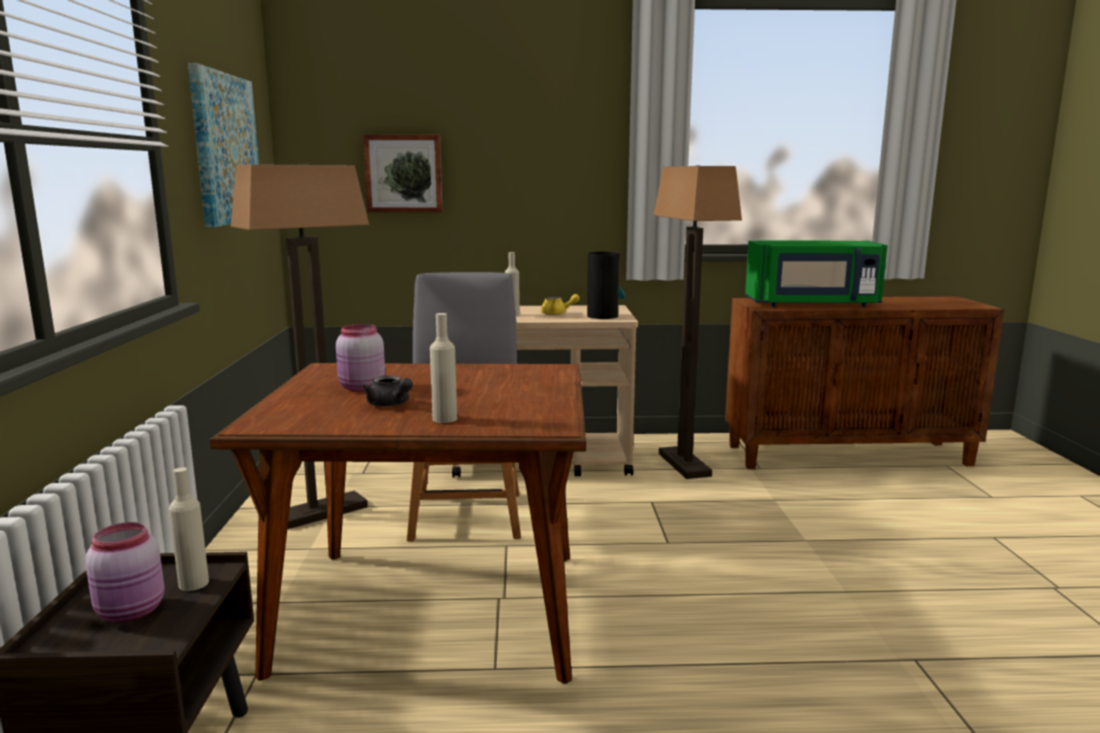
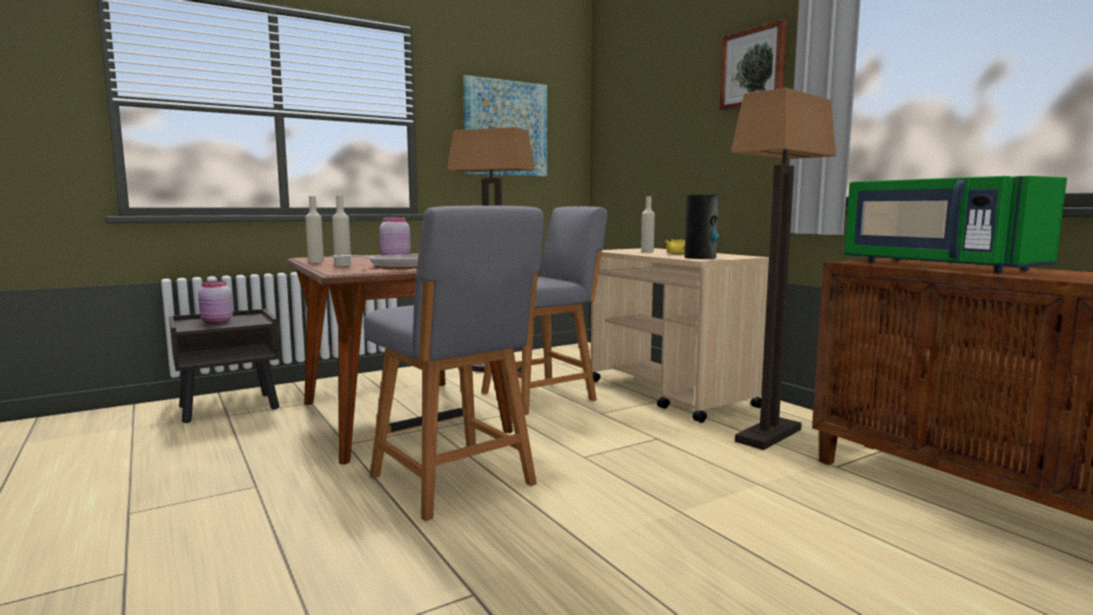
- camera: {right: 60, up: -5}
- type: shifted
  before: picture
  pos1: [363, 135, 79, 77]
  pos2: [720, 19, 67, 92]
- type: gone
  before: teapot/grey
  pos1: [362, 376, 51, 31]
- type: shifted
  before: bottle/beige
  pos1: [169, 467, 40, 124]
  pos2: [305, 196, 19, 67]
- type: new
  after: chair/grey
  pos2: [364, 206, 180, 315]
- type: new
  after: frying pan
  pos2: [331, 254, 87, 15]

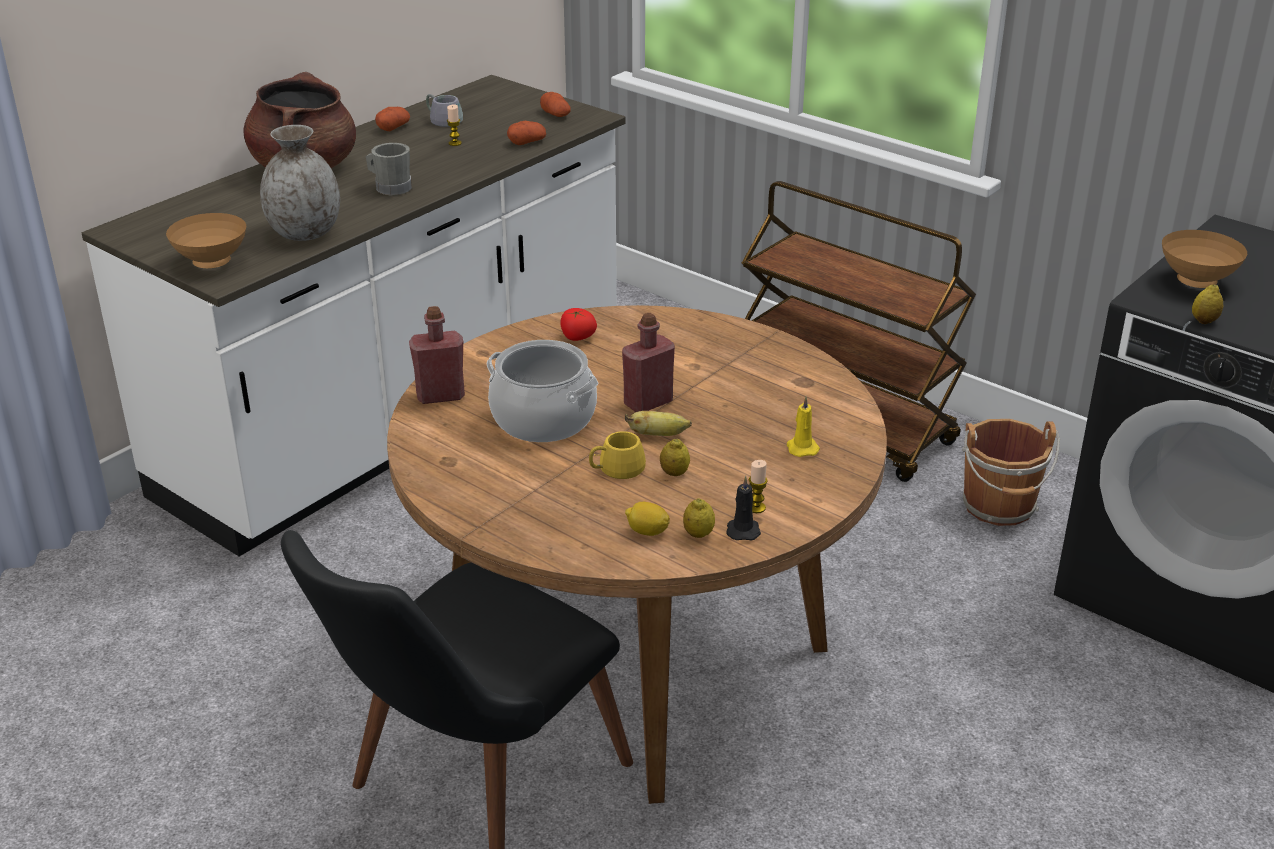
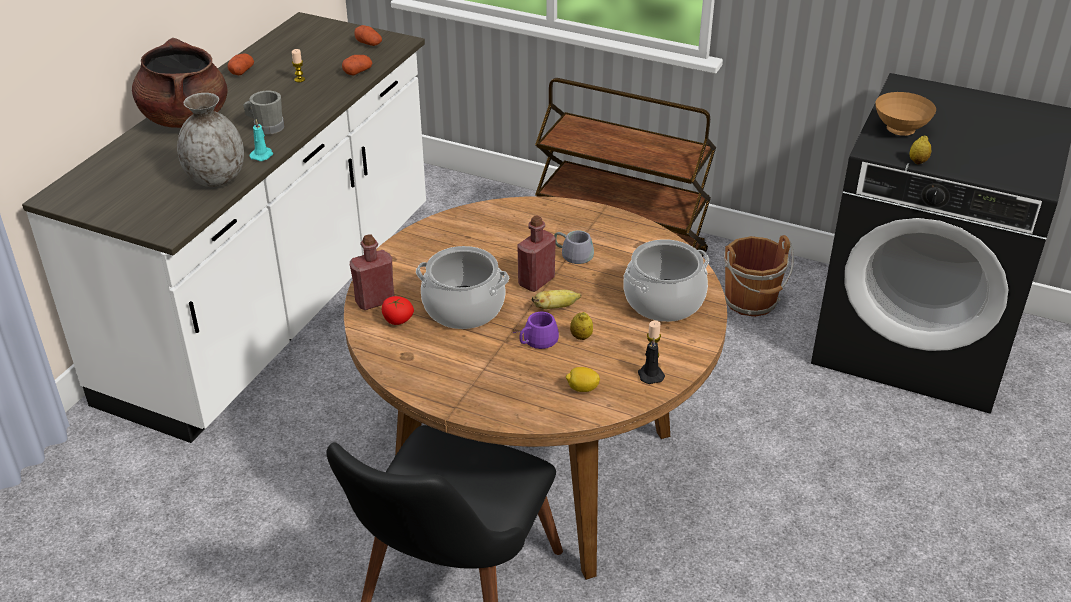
- camera: {right: -15, up: 5}
- type: shifted
  before: mug/grey
  pos1: [426, 94, 37, 33]
  pos2: [554, 230, 40, 34]
- type: gone
  before: bowl/brown
  pos1: [166, 213, 80, 55]
- type: shifted
  before: tomato
  pos1: [560, 308, 37, 33]
  pos2: [382, 296, 32, 29]
- type: swapped
  before: candle/yellow
  after: cooking pot
  pos1: [787, 396, 33, 61]
  pos2: [623, 239, 86, 83]
- type: repainted
  before: mug/yellow
  after: mug/purple
  pos1: [589, 431, 57, 48]
  pos2: [514, 312, 45, 37]
- type: gone
  before: lemon
  pos1: [683, 498, 32, 40]
- type: new
  after: candle/turquoise
  pos2: [250, 119, 23, 42]

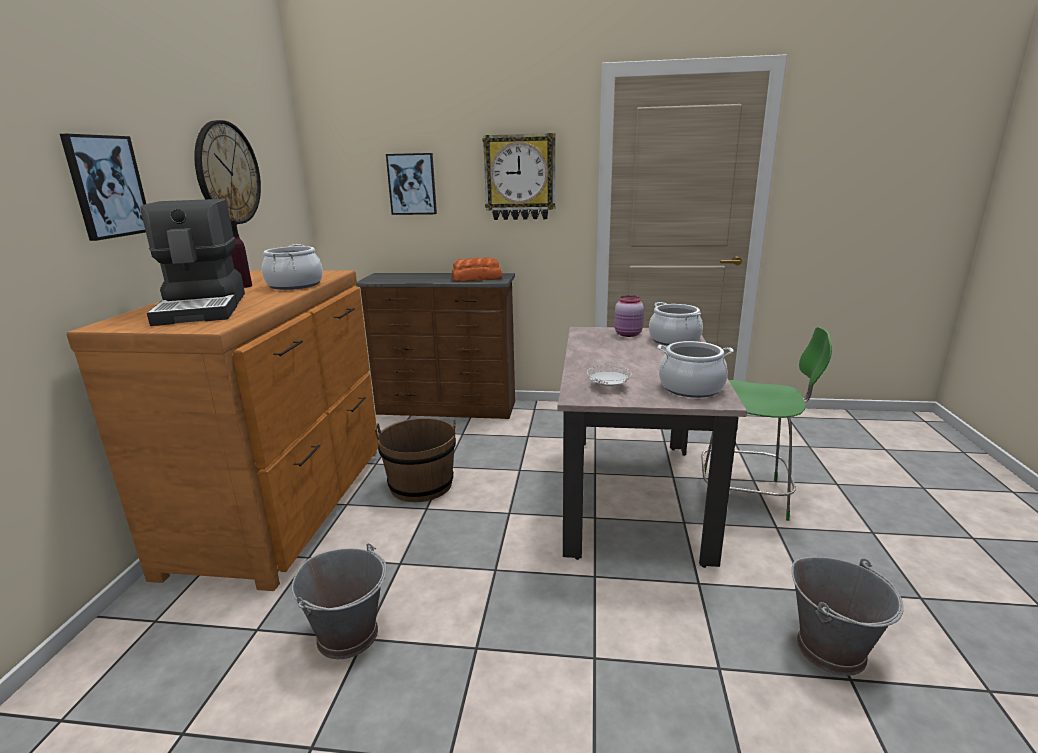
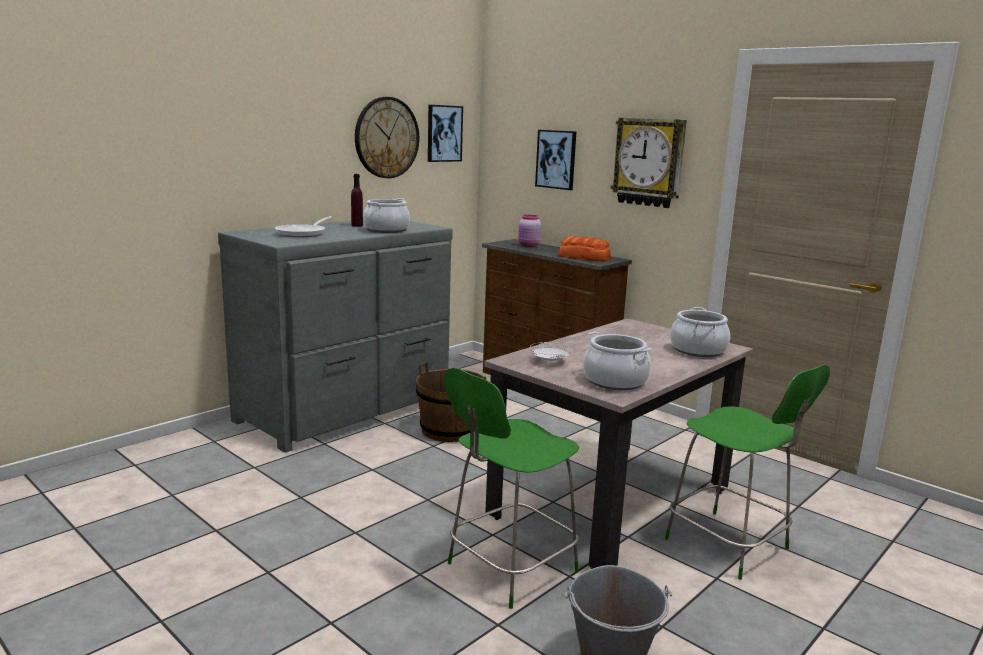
- camera: {right: 35, up: -5}
- type: shifted
  before: picture
  pos1: [60, 134, 86, 107]
  pos2: [428, 105, 35, 57]
- type: swapped
  before: coffee machine
  after: frying pan
  pos1: [140, 199, 105, 127]
  pos2: [275, 216, 57, 21]
- type: repainted
  before: dresser/brown
  after: dresser/grey
  pos1: [66, 271, 312, 320]
  pos2: [218, 221, 235, 232]
- type: shifted
  before: jar/pink
  pos1: [614, 295, 30, 42]
  pos2: [518, 215, 23, 32]
- type: gone
  before: bucket/grey
  pos1: [292, 543, 95, 116]
- type: new
  after: chair/green
  pos2: [444, 368, 135, 241]

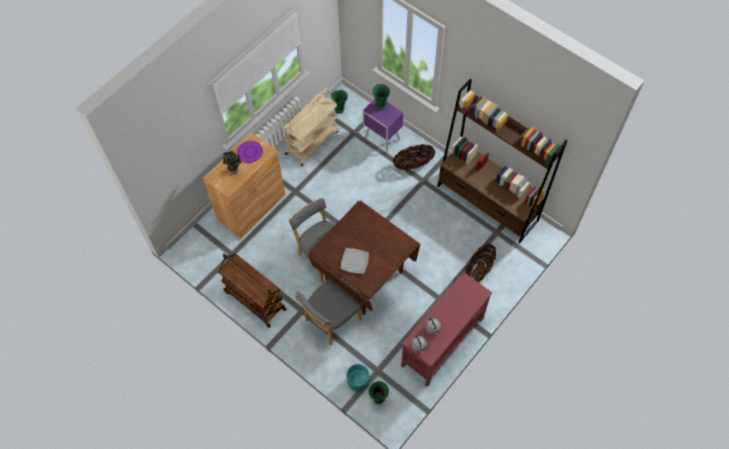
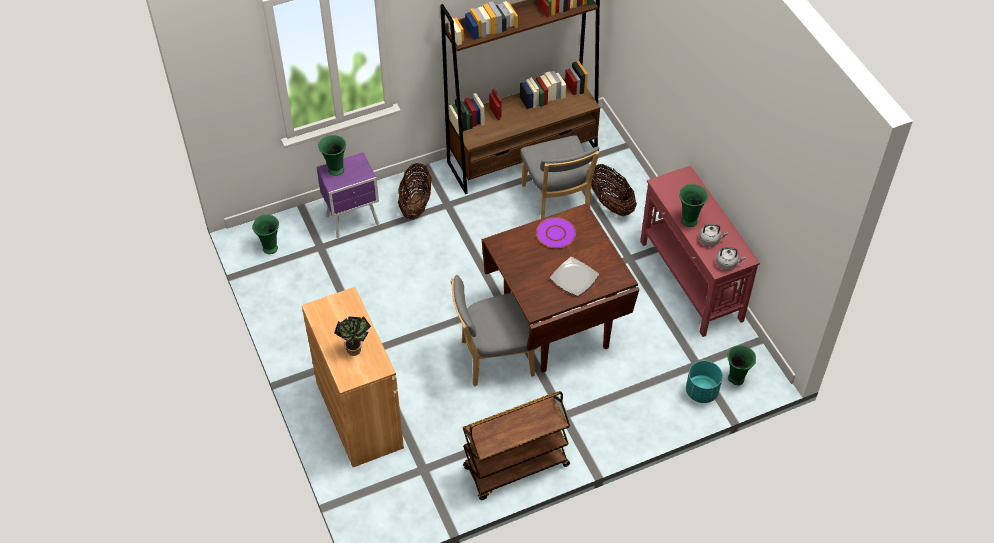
- camera: {right: -65, up: -10}
- type: gone
  before: cart/beige
  pos1: [282, 88, 57, 78]
- type: shifted
  before: plate/purple
  pos1: [237, 141, 26, 22]
  pos2: [536, 217, 40, 31]
- type: shifted
  before: chair/grey
  pos1: [295, 278, 67, 68]
  pos2: [520, 135, 79, 84]
- type: new
  after: vase/green
  pos2: [680, 184, 28, 43]

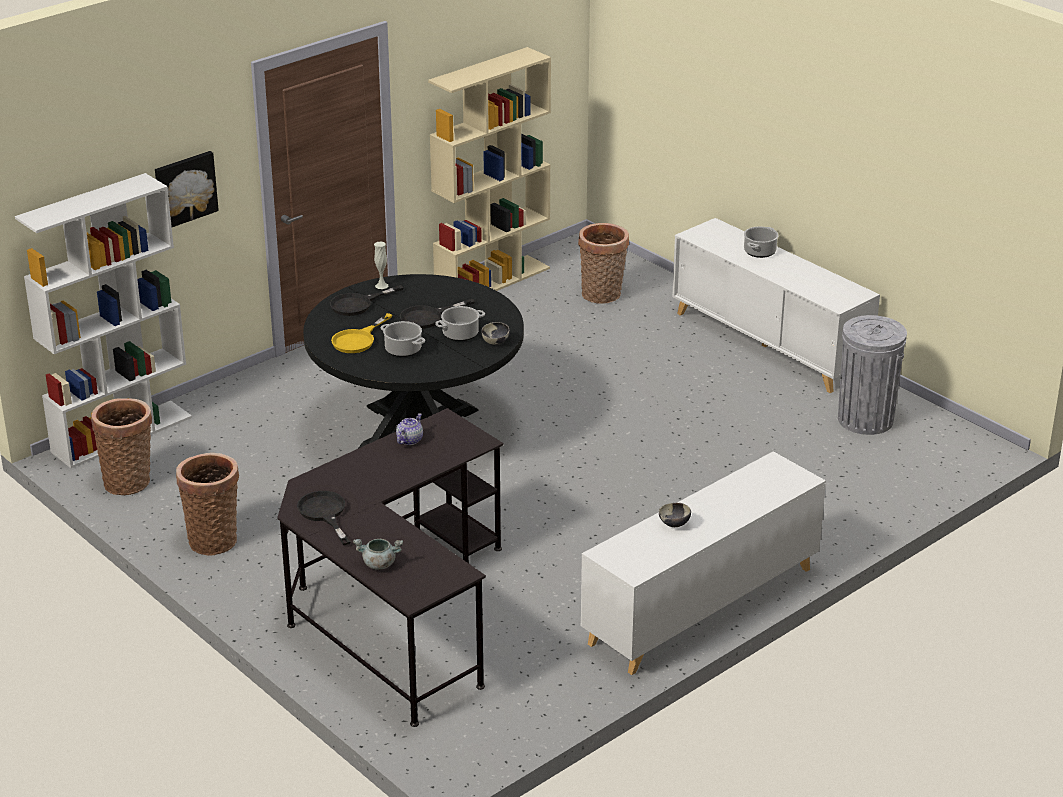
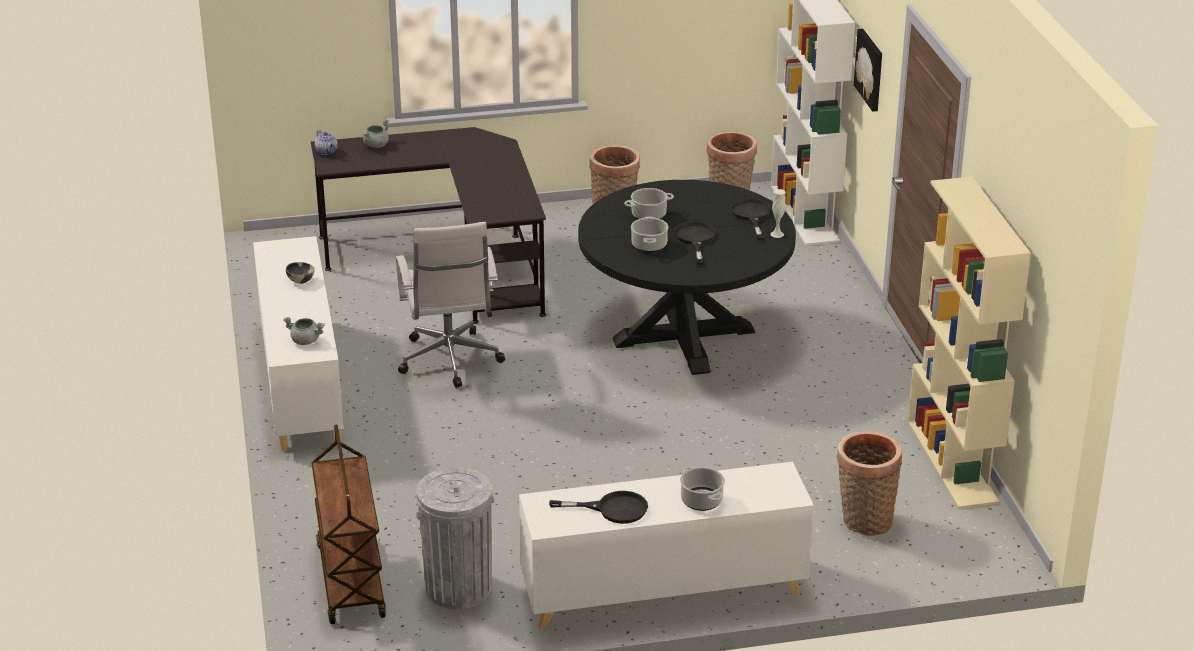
- camera: {right: 120, up: 0}
- type: gone
  before: frying pan/yellow
  pos1: [331, 313, 61, 40]
- type: gone
  before: bowl
  pos1: [481, 322, 29, 23]
- type: shifted
  before: teapot
  pos1: [396, 413, 27, 32]
  pos2: [315, 130, 23, 25]
- type: shifted
  before: frying pan/black
  pos1: [297, 491, 54, 54]
  pos2: [549, 491, 99, 33]
- type: new
  after: office chair/white
  pos2: [396, 222, 109, 166]
- type: new
  after: cooking pot/grey
  pos2: [283, 317, 42, 28]
- type: new
  after: cart/brown
  pos2: [311, 425, 75, 199]

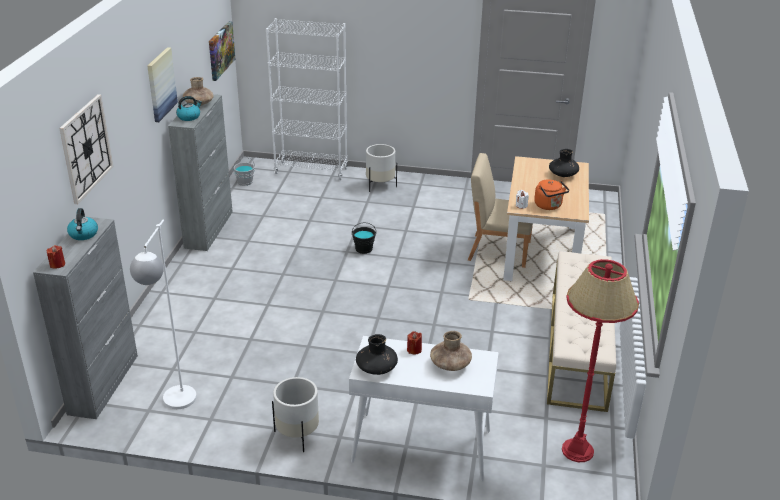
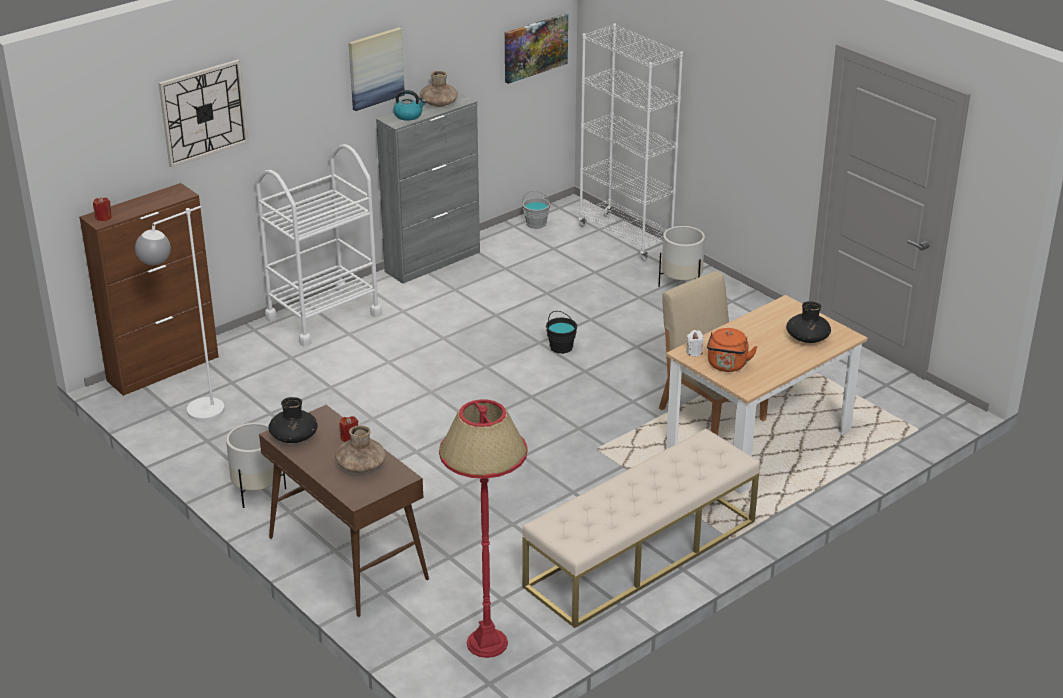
- camera: {right: 40, up: 0}
- type: gone
  before: kettle
  pos1: [67, 208, 31, 32]
- type: repainted
  before: cabinet/grey
  after: cabinet/brown
  pos1: [33, 217, 105, 202]
  pos2: [79, 183, 140, 213]
- type: repainted
  before: console table/white
  after: console table/brown
  pos1: [349, 336, 150, 145]
  pos2: [259, 405, 170, 212]
- type: new
  after: cart/white
  pos2: [255, 144, 127, 203]

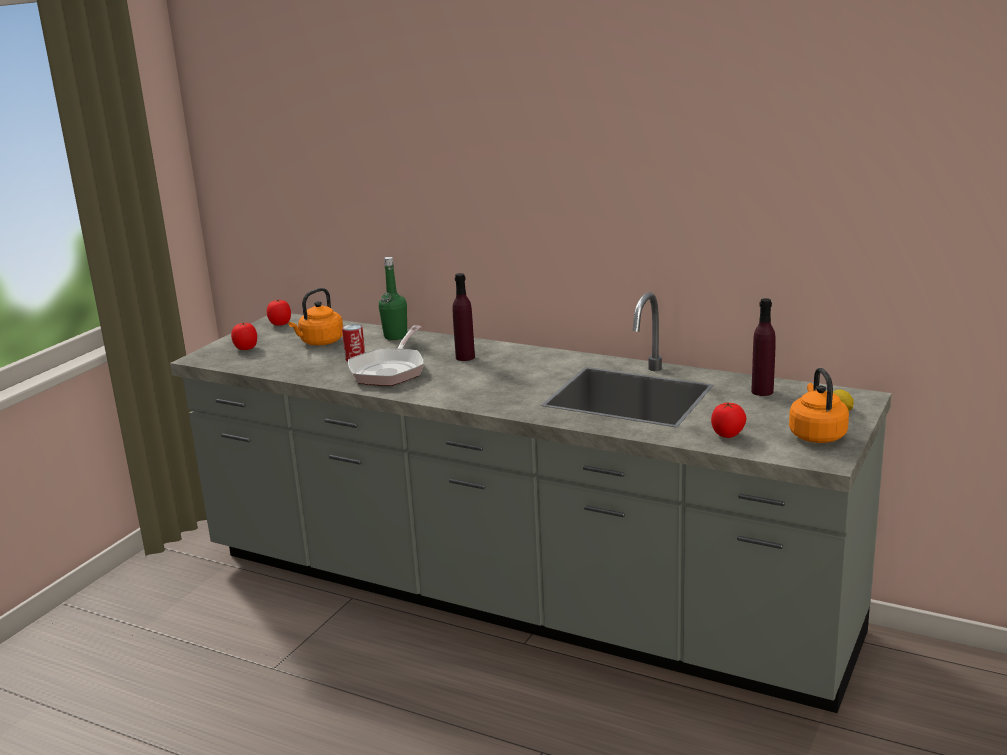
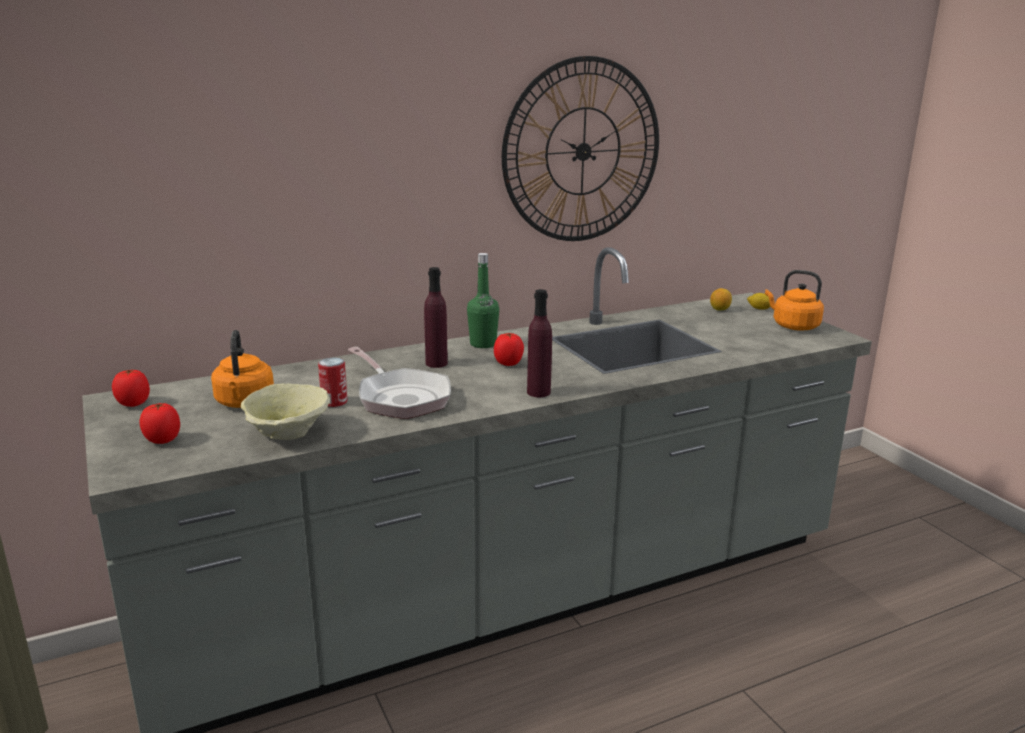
- camera: {right: -55, up: 0}
- type: shifted
  before: bottle/green
  pos1: [379, 257, 28, 83]
  pos2: [467, 253, 32, 95]
- type: shifted
  before: bottle/purple
  pos1: [751, 298, 25, 98]
  pos2: [527, 289, 25, 108]
- type: shifted
  before: tomato
  pos1: [711, 403, 35, 35]
  pos2: [494, 333, 30, 33]
- type: new
  after: wall clock
  pos2: [502, 56, 157, 185]
- type: new
  after: lemon
  pos2: [710, 288, 22, 23]
- type: new
  after: bowl/beige
  pos2: [241, 383, 89, 57]

